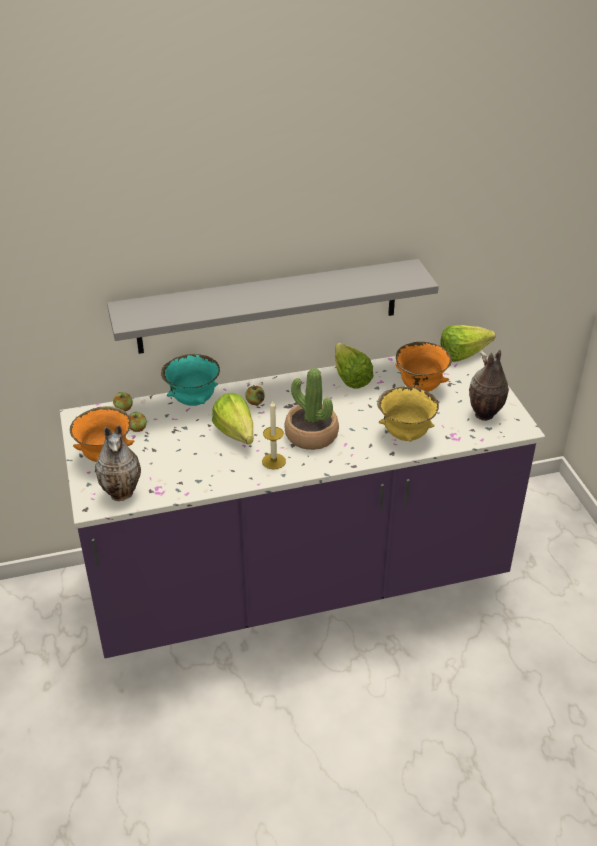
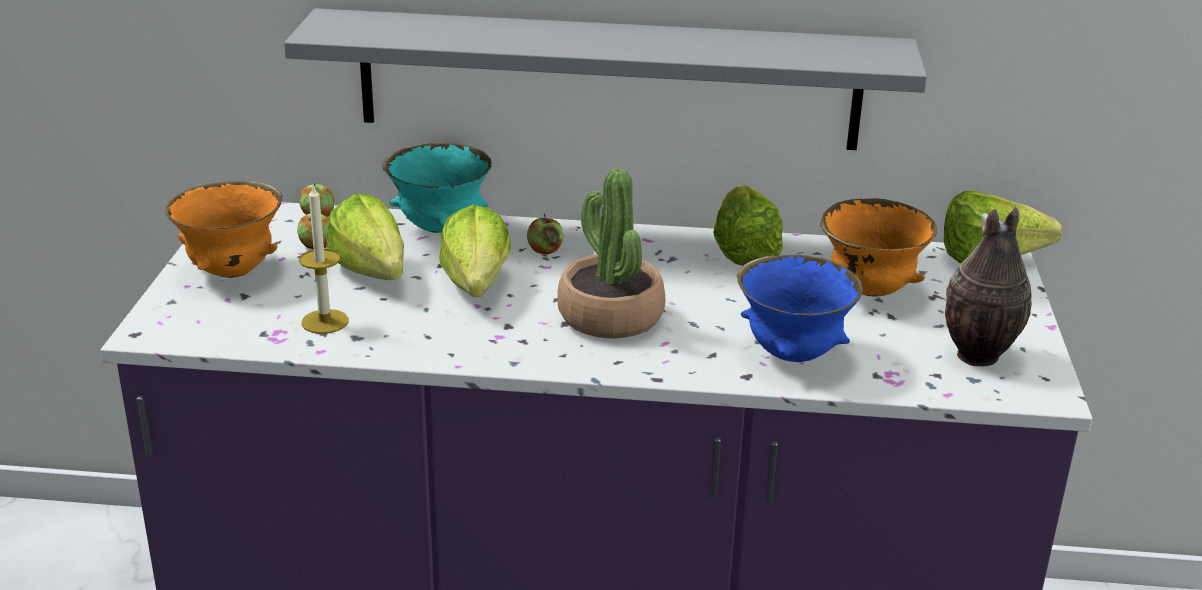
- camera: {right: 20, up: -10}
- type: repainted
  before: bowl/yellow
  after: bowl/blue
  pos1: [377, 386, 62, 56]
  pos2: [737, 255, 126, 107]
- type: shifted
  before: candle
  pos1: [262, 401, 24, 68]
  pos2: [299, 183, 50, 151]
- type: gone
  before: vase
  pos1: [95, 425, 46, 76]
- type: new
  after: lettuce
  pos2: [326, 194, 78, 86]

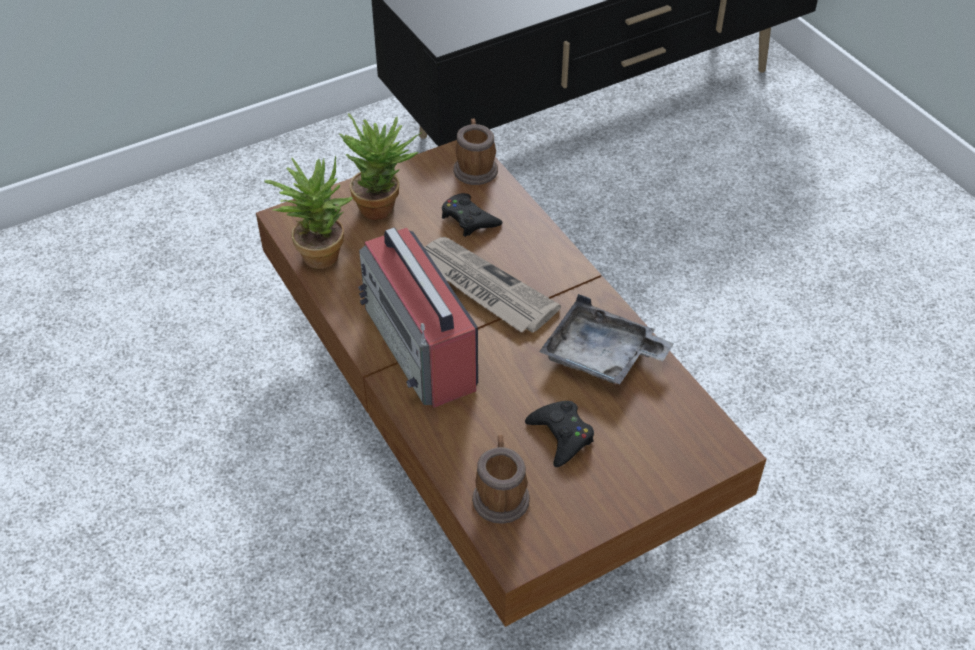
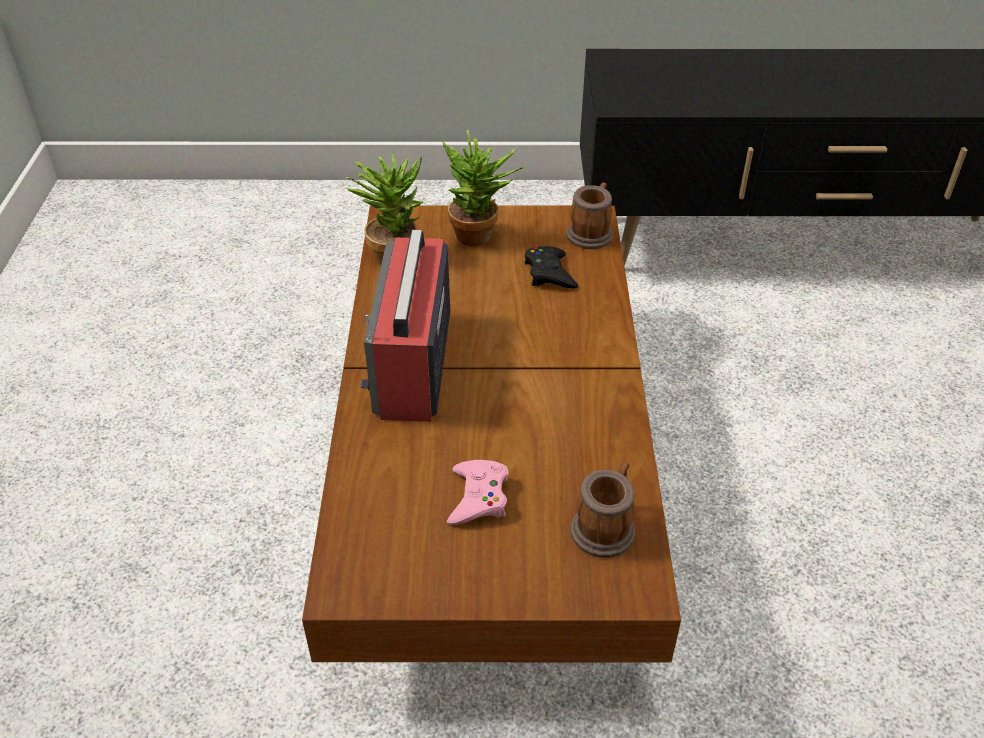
- camera: {right: 30, up: -5}
- type: gone
  before: newspaper
  pos1: [424, 237, 137, 96]
- type: gone
  before: tray/grey
  pos1: [539, 294, 135, 90]
- type: repainted
  before: game controller/black
  after: game controller/pink
  pos1: [525, 401, 69, 66]
  pos2: [447, 460, 62, 65]
- type: shifted
  before: mug
  pos1: [472, 435, 58, 89]
  pos2: [570, 462, 65, 96]

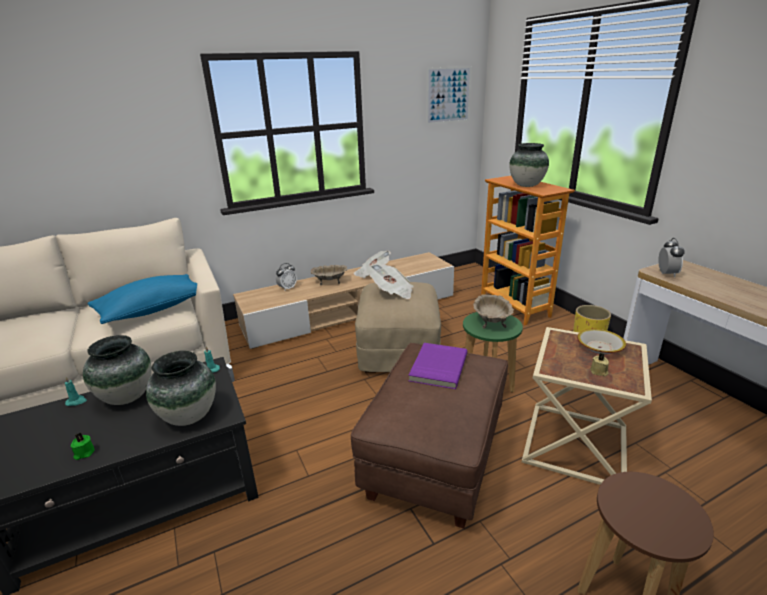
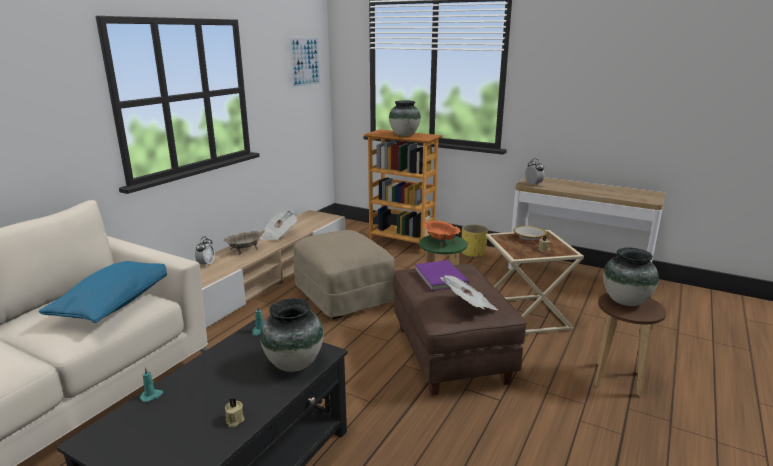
- camera: {right: -35, up: -5}
- type: shifted
  before: newspaper
  pos1: [370, 264, 44, 35]
  pos2: [440, 275, 58, 35]
- type: repainted
  before: bowl/beige
  after: bowl/orange
  pos1: [473, 294, 41, 35]
  pos2: [424, 220, 36, 26]
- type: shifted
  before: vase
  pos1: [83, 335, 69, 70]
  pos2: [603, 247, 56, 59]
- type: repainted
  before: candle/green
  after: candle/beige
  pos1: [71, 433, 24, 27]
  pos2: [225, 398, 19, 29]

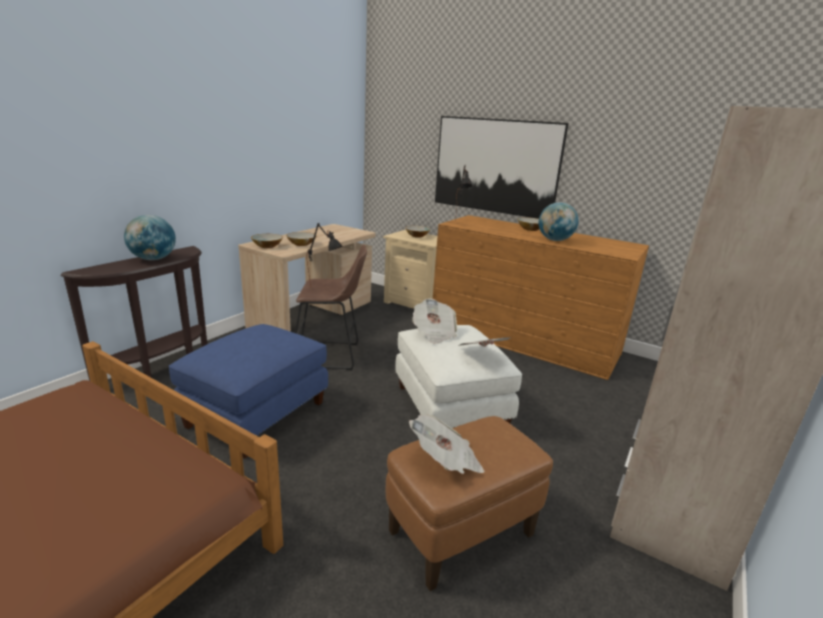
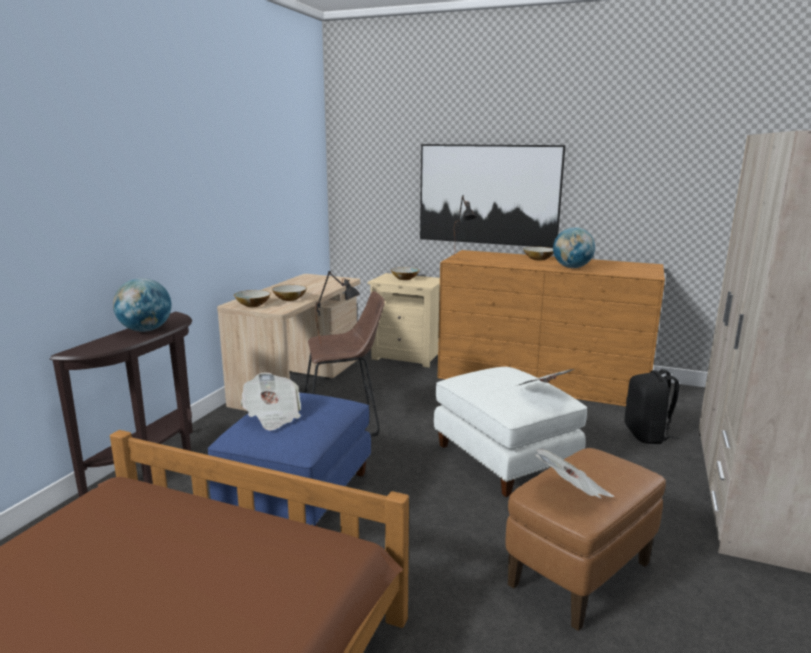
- camera: {right: -10, up: -5}
- type: shifted
  before: newspaper
  pos1: [412, 298, 45, 46]
  pos2: [240, 372, 61, 59]
- type: new
  after: backpack/black
  pos2: [625, 369, 54, 75]

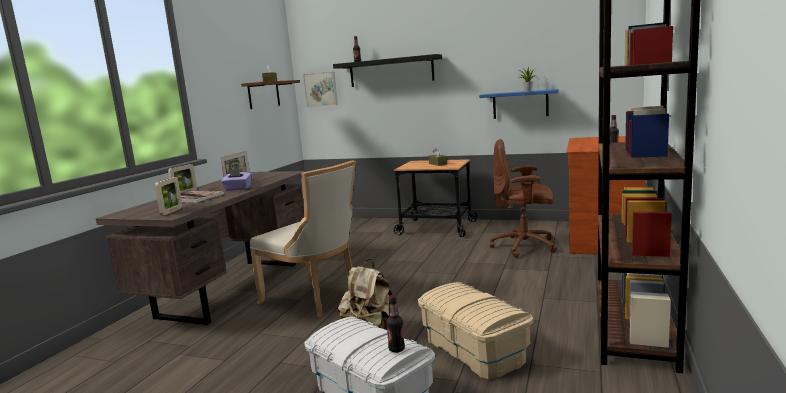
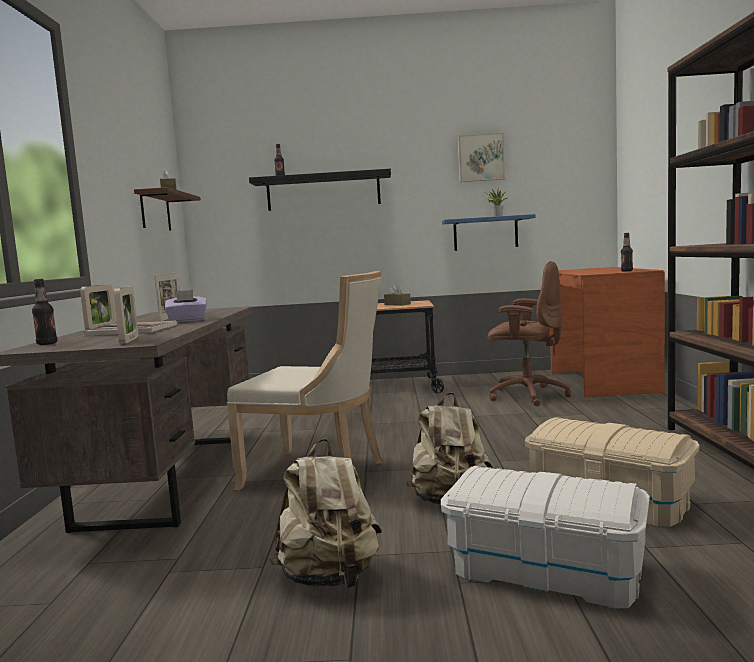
- camera: {right: -20, up: -5}
- type: shifted
  before: picture
  pos1: [303, 72, 35, 35]
  pos2: [458, 133, 47, 49]
- type: rotated
  before: office chair/brown
  pos1: [490, 139, 67, 119]
  pos2: [488, 261, 83, 145]
  turn: -150
- type: shifted
  before: bottle
  pos1: [386, 295, 19, 58]
  pos2: [32, 279, 25, 66]
- type: new
  after: backpack/beige
  pos2: [269, 439, 113, 149]

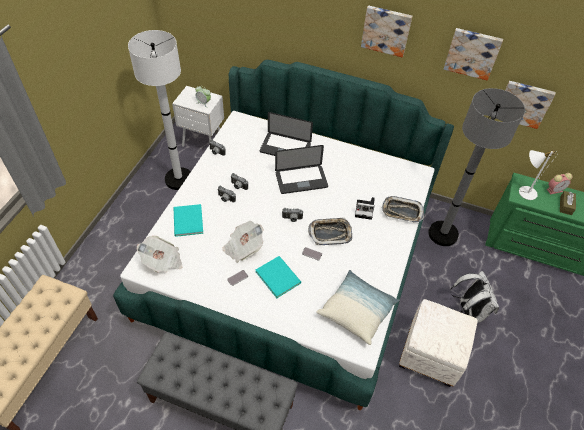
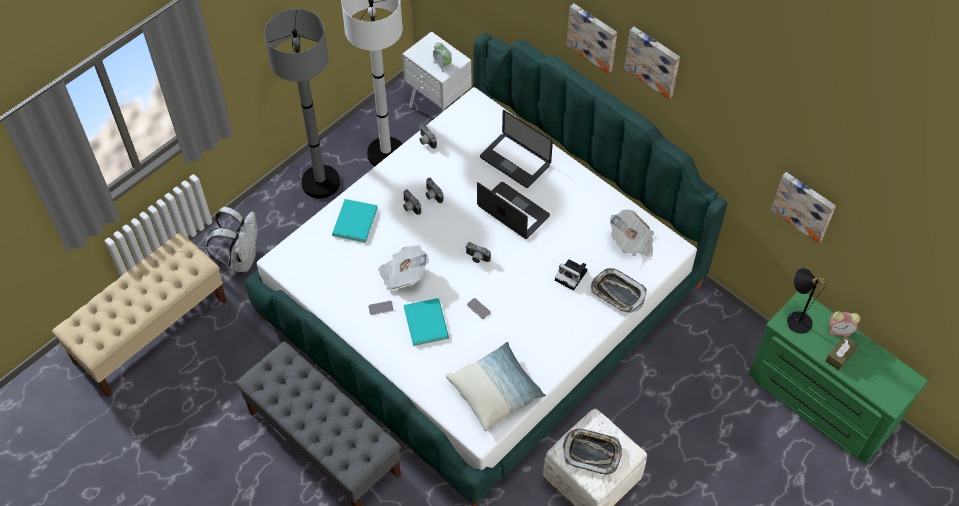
- camera: {right: 25, up: 5}
- type: shifted
  before: picture
  pos1: [443, 28, 60, 53]
  pos2: [567, 4, 50, 70]
- type: shifted
  before: floor lamp/grey
  pos1: [428, 88, 97, 158]
  pos2: [264, 9, 76, 190]
- type: rotated
  before: laptop
  pos1: [275, 145, 53, 49]
  pos2: [477, 182, 73, 57]
  turn: -150
- type: repainted
  before: table lamp/white
  after: table lamp/black
  pos1: [519, 150, 39, 50]
  pos2: [787, 268, 39, 66]
- type: shifted
  before: tray
  pos1: [308, 218, 44, 27]
  pos2: [563, 428, 59, 47]
- type: shifted
  before: newspaper
  pos1: [137, 236, 45, 37]
  pos2: [610, 210, 44, 47]
- type: shifted
  before: backpack/white
  pos1: [451, 271, 48, 52]
  pos2: [206, 206, 52, 66]

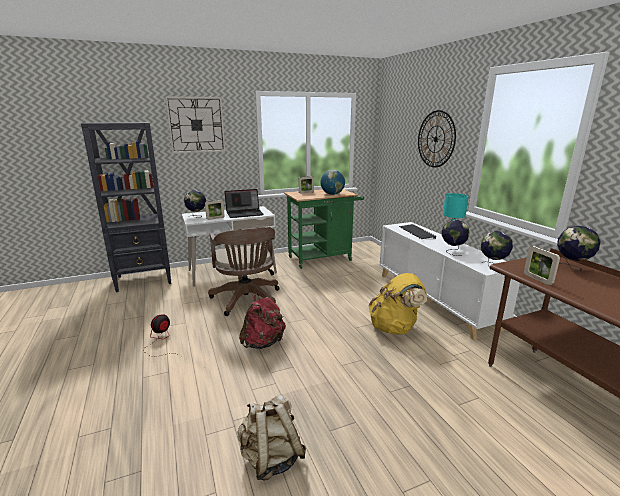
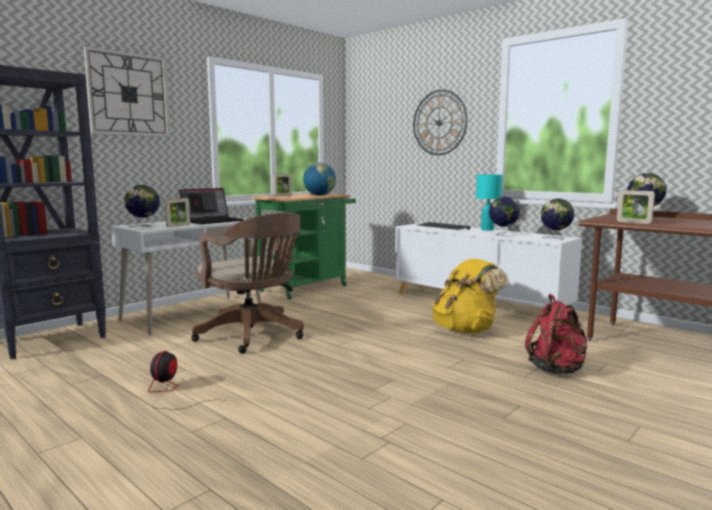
- camera: {right: -25, up: -10}
- type: shifted
  before: backpack/red
  pos1: [239, 293, 47, 56]
  pos2: [525, 294, 62, 80]
- type: gone
  before: backpack/beige
  pos1: [237, 394, 69, 87]

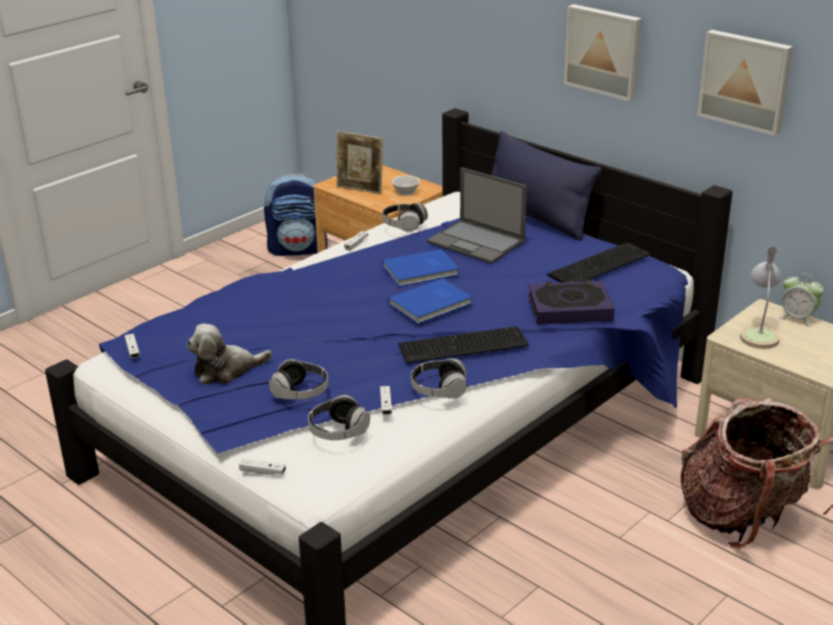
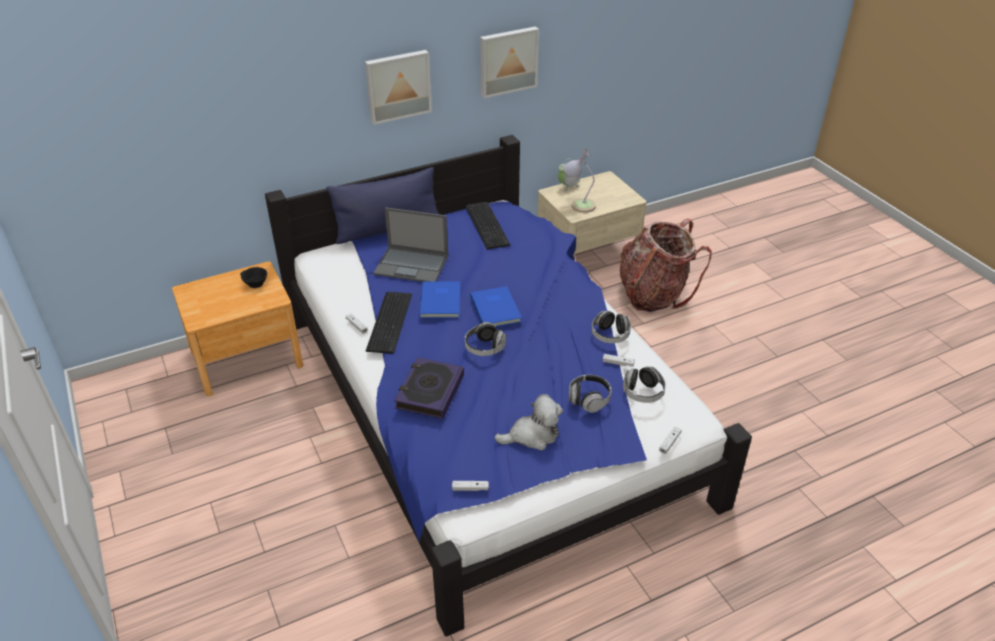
- camera: {right: -70, up: 10}
- type: gone
  before: picture frame
  pos1: [336, 131, 47, 63]
- type: rotated
  before: laptop
  pos1: [427, 167, 100, 96]
  pos2: [373, 207, 75, 75]
  turn: 45
- type: gone
  before: backpack
  pos1: [264, 173, 64, 83]
- type: repainted
  before: cup/white
  after: cup/black
  pos1: [392, 175, 28, 21]
  pos2: [240, 267, 27, 21]
- type: shifted
  before: headphones
  pos1: [382, 203, 46, 29]
  pos2: [465, 322, 41, 34]
- type: shifted
  before: book
  pos1: [528, 280, 87, 44]
  pos2: [394, 358, 70, 61]
- type: rotated
  before: plush toy
  pos1: [187, 324, 85, 60]
  pos2: [494, 394, 69, 56]
  turn: -105
- type: shifted
  before: keyboard
  pos1: [398, 326, 131, 37]
  pos2: [366, 292, 46, 62]

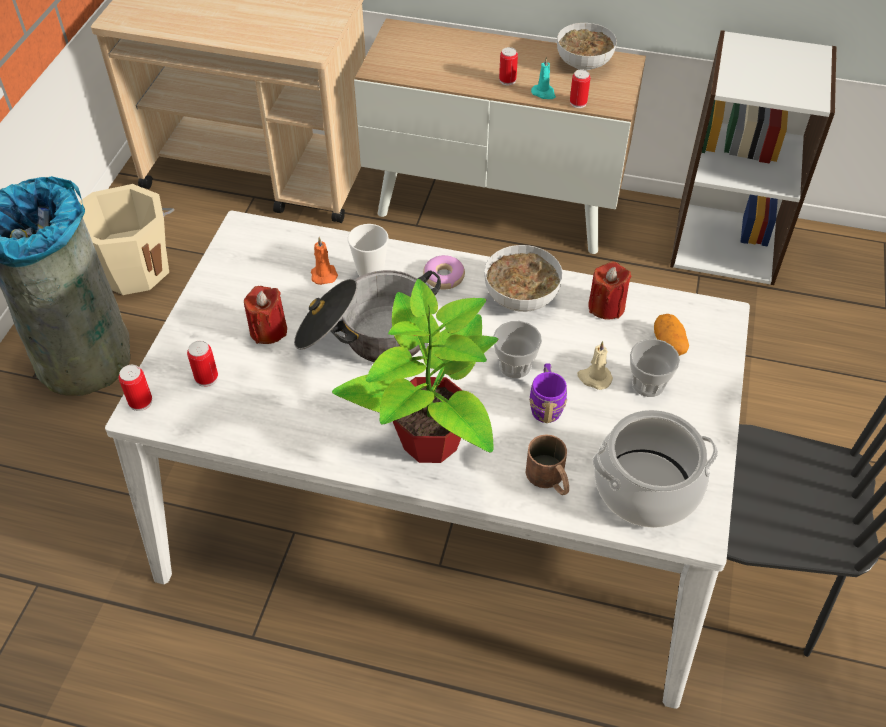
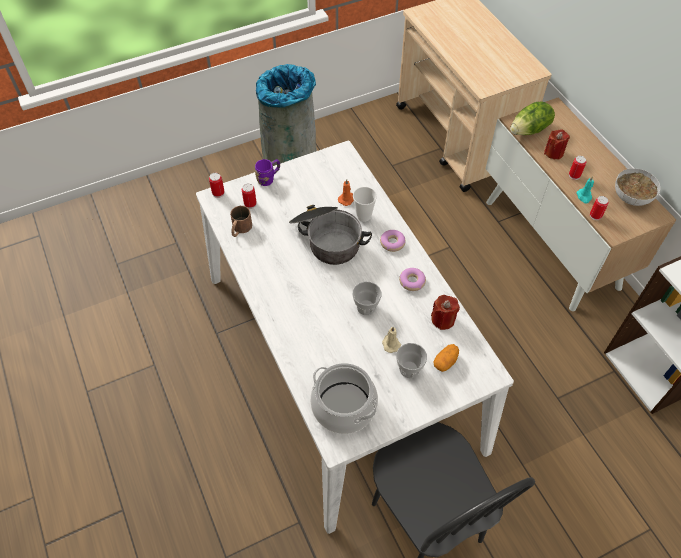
- camera: {right: 50, up: 5}
- type: gone
  before: bucket/beige
  pos1: [79, 184, 96, 111]
- type: swapped
  before: bowl
  after: donut
  pos1: [484, 245, 79, 67]
  pos2: [399, 268, 27, 23]
- type: gone
  before: potted plant
  pos1: [332, 279, 166, 184]
- type: shifted
  before: candle/red
  pos1: [244, 286, 43, 58]
  pos2: [544, 129, 26, 31]
- type: shifted
  before: mug/purple
  pos1: [529, 364, 38, 59]
  pos2: [255, 159, 25, 27]
- type: shifted
  before: mug/brown
  pos1: [526, 434, 43, 61]
  pos2: [230, 206, 22, 31]
- type: new
  after: lettuce
  pos2: [510, 102, 45, 33]

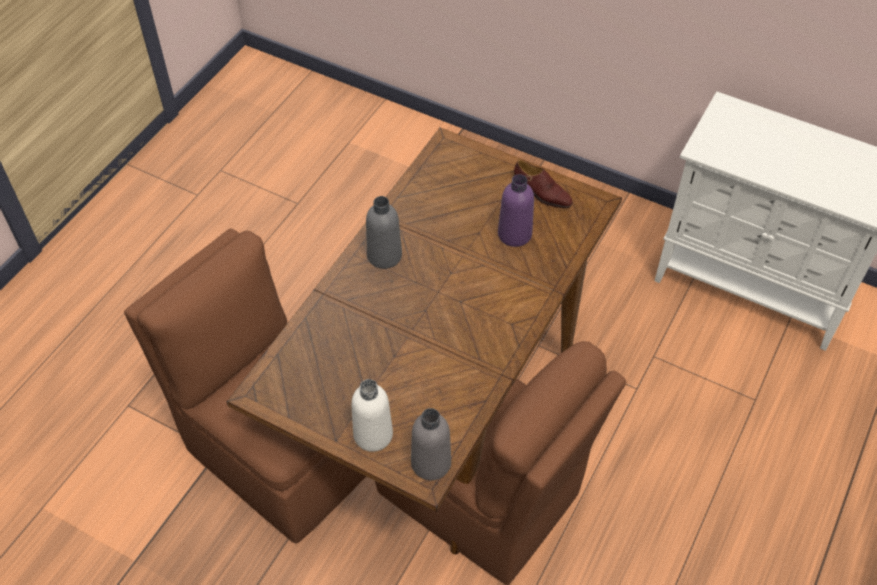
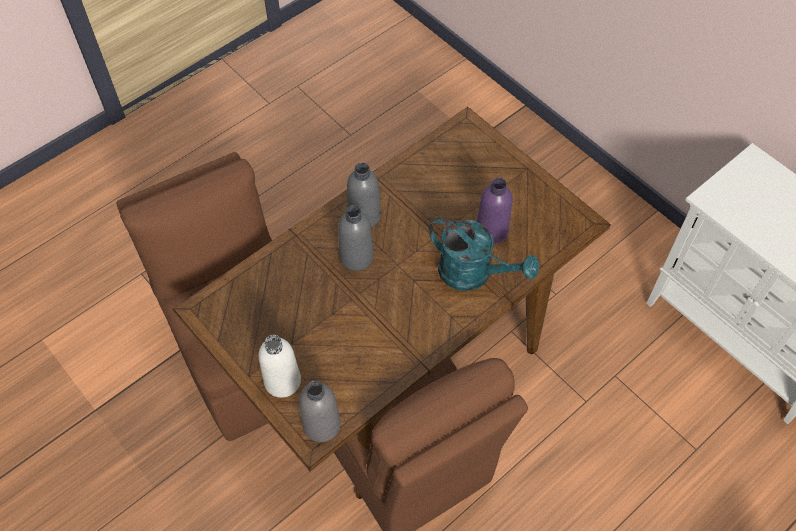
- camera: {right: 20, up: 5}
- type: gone
  before: shoe/brown
  pos1: [514, 160, 59, 48]
- type: new
  after: bottle/grey
  pos2: [338, 205, 36, 66]
- type: new
  after: watering can/turquoise
  pos2: [428, 217, 111, 74]

